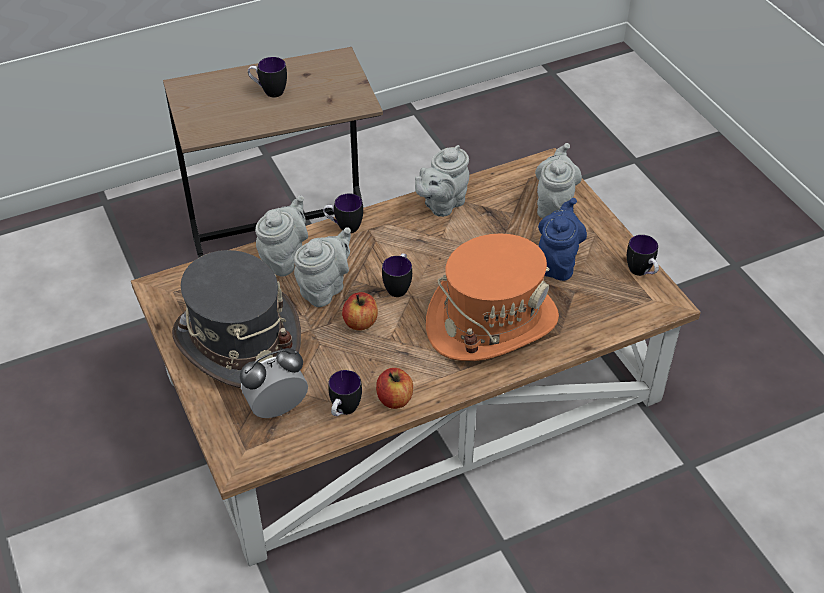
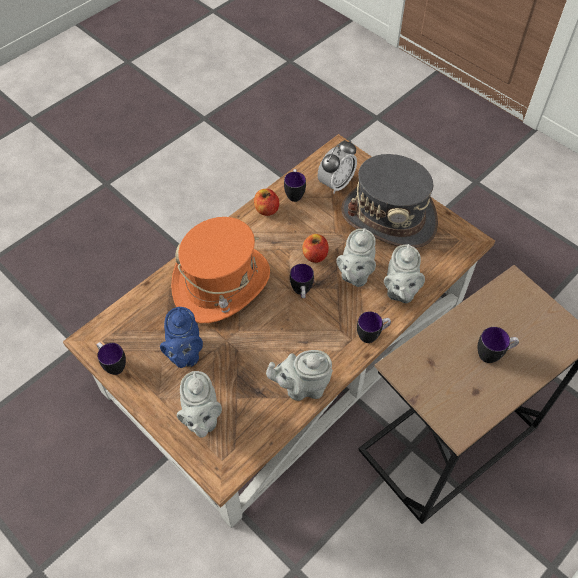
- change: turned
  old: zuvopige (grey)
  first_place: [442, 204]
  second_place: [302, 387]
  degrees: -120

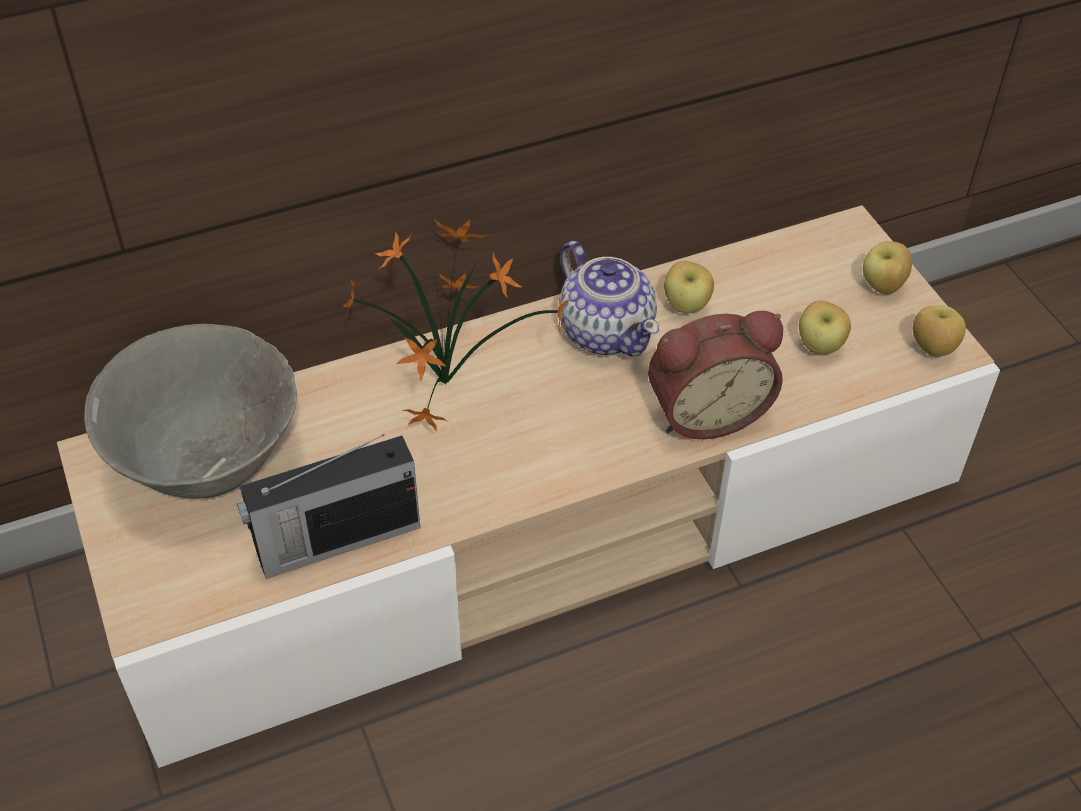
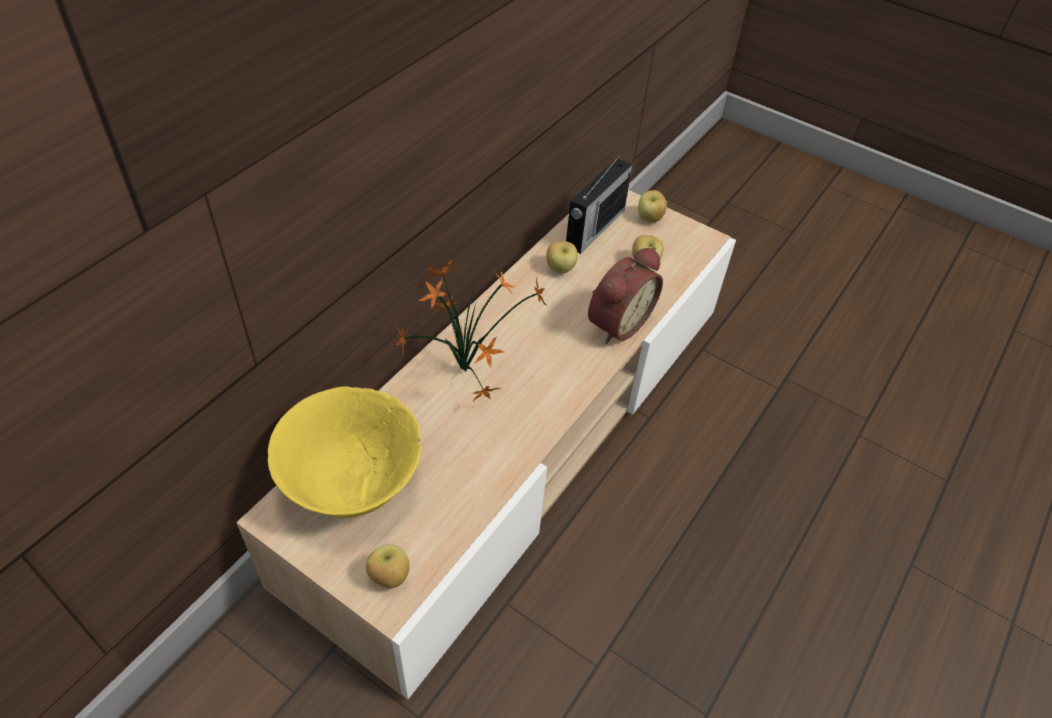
- change: recoloured
  old: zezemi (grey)
  new: zezemi (yellow)
  first_place: [207, 460]
  second_place: [351, 484]
- change: moved
  old: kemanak
  first_place: [335, 540]
  second_place: [594, 228]
- change: removed
  old: zuvopige
  first_place: [606, 331]
- change: moved
  old: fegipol
  first_place: [932, 348]
  second_place: [389, 577]

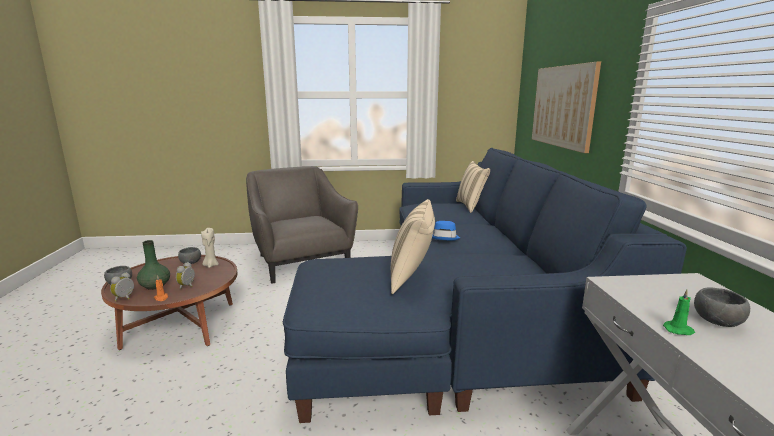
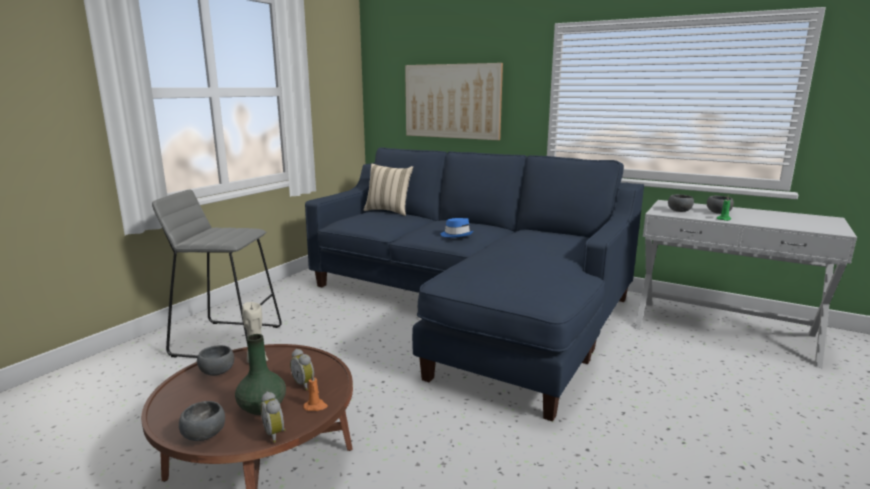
- change: replaced
  old: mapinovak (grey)
  new: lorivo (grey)
  first_place: [301, 261]
  second_place: [227, 340]
- change: removed
  old: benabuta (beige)
  first_place: [412, 278]
- change: added
  new: zezemi (grey)
  second_place: [680, 211]

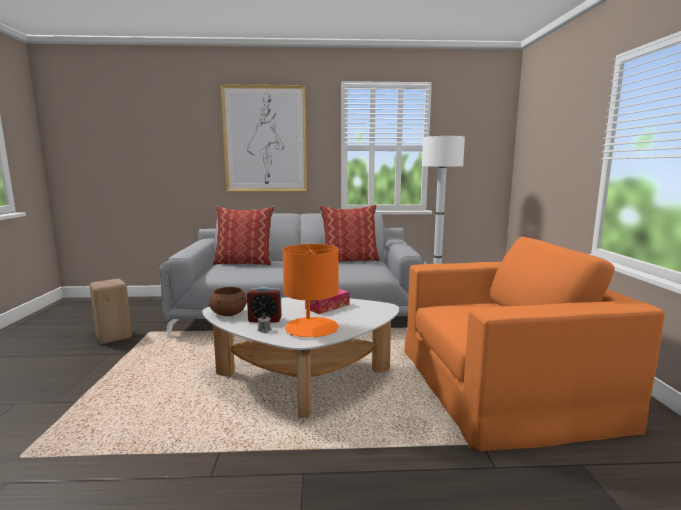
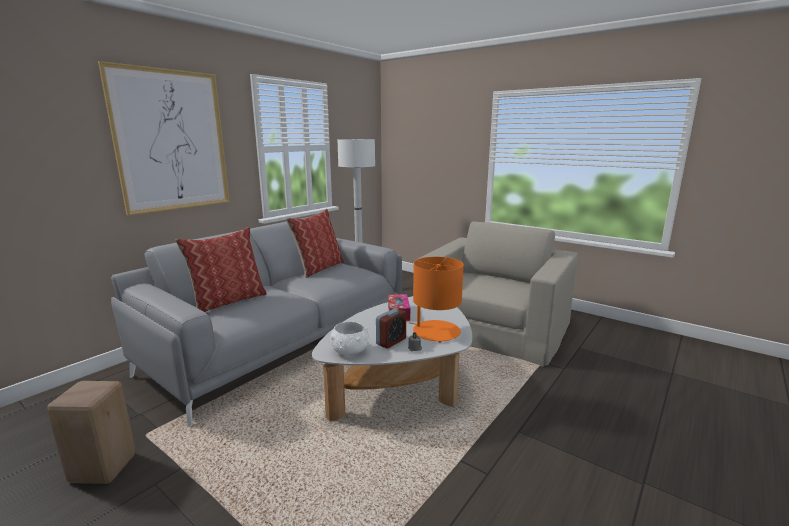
- change: recoloured
  old: zezemi (brown)
  new: zezemi (white)
  first_place: [228, 314]
  second_place: [350, 351]
- change: recoloured
  old: mapinovak (orange)
  new: mapinovak (beige)
  first_place: [504, 385]
  second_place: [494, 326]

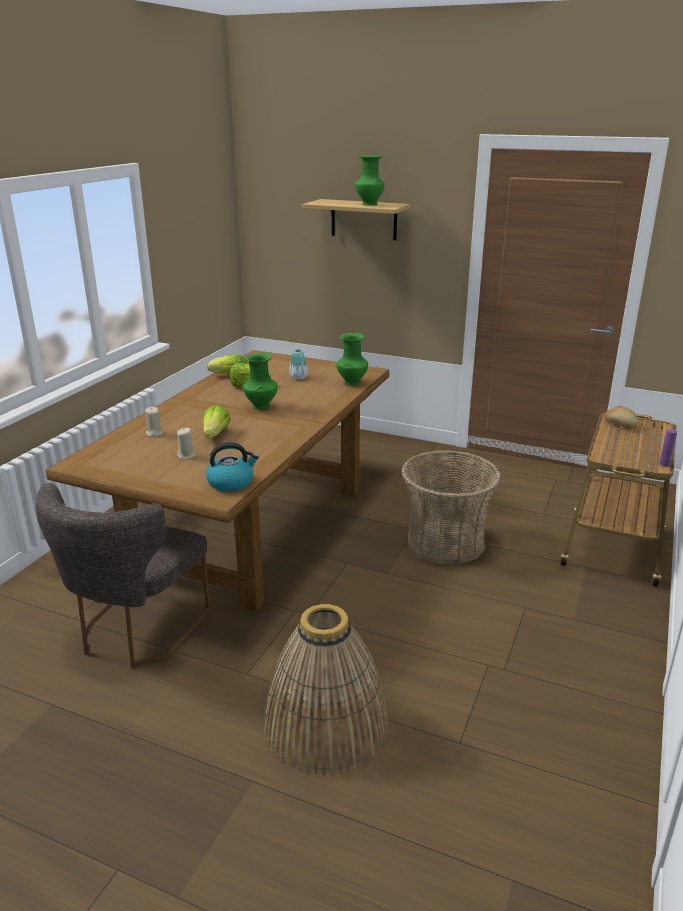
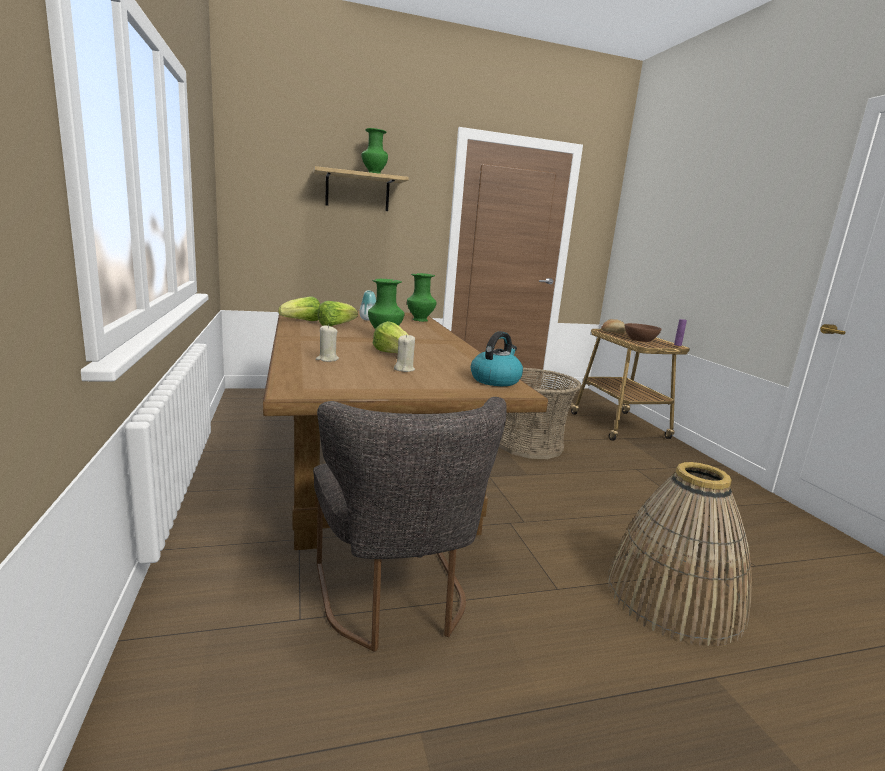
- change: added
  new: zezemi (brown)
  second_place: [640, 340]

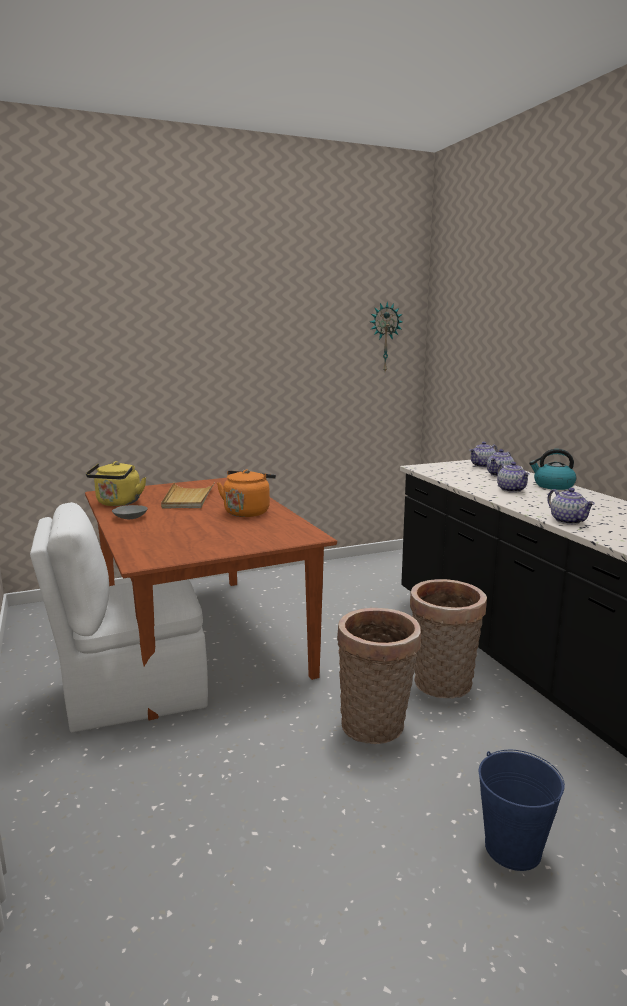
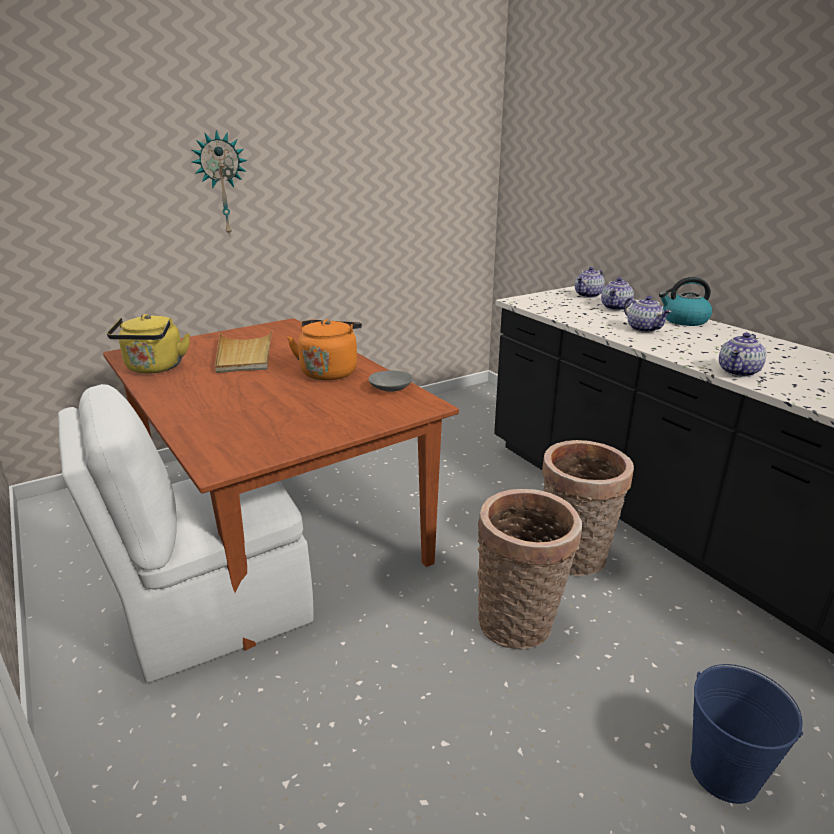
- change: moved
  old: zezemi (grey)
  first_place: [130, 517]
  second_place: [390, 388]
- change: moved
  old: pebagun
  first_place: [384, 337]
  second_place: [221, 184]
- change: turned
  old: zuvopige
  first_place: [569, 521]
  second_place: [739, 372]
  degrees: 75

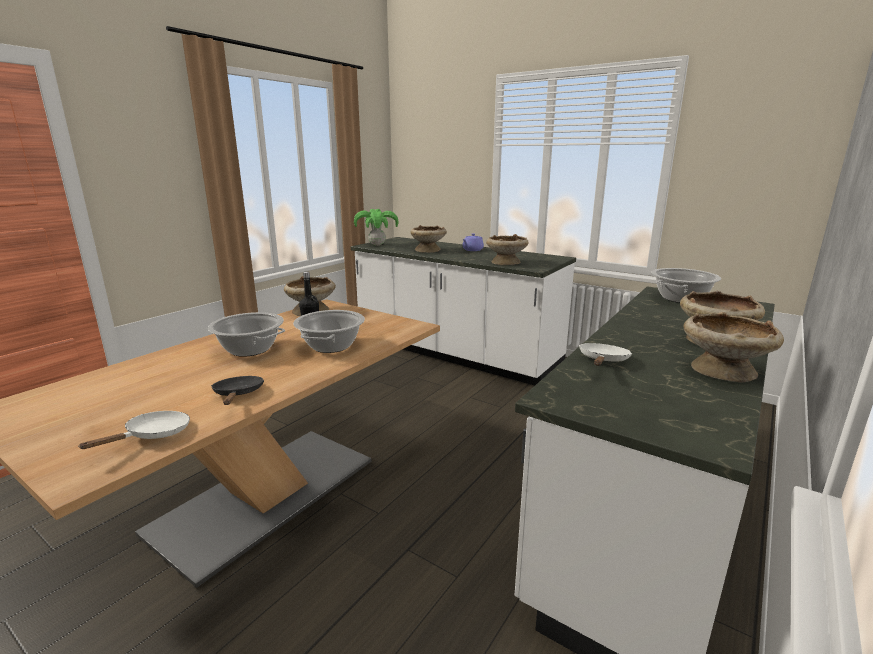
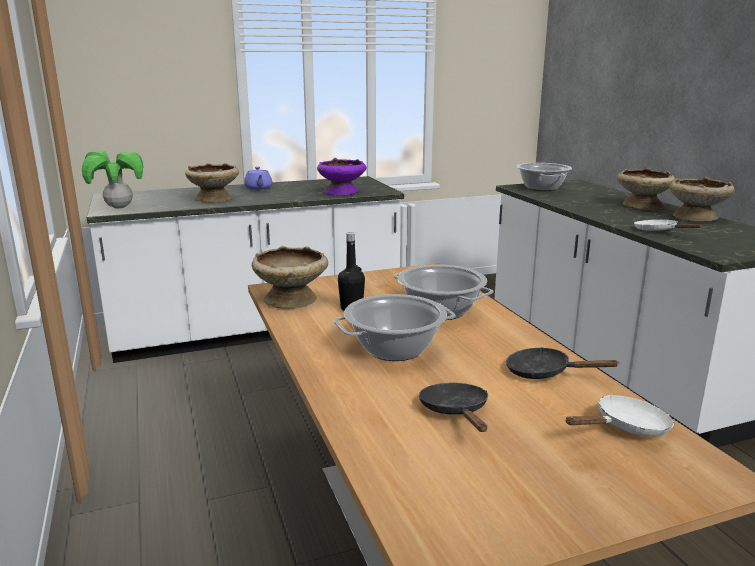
- change: turned
  old: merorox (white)
  first_place: [153, 435]
  second_place: [626, 427]
  degrees: 90
- change: recoloured
  old: zezemi (beige)
  new: zezemi (purple)
  first_place: [506, 262]
  second_place: [342, 192]
- change: added
  new: merorox (black)
  second_place: [456, 411]

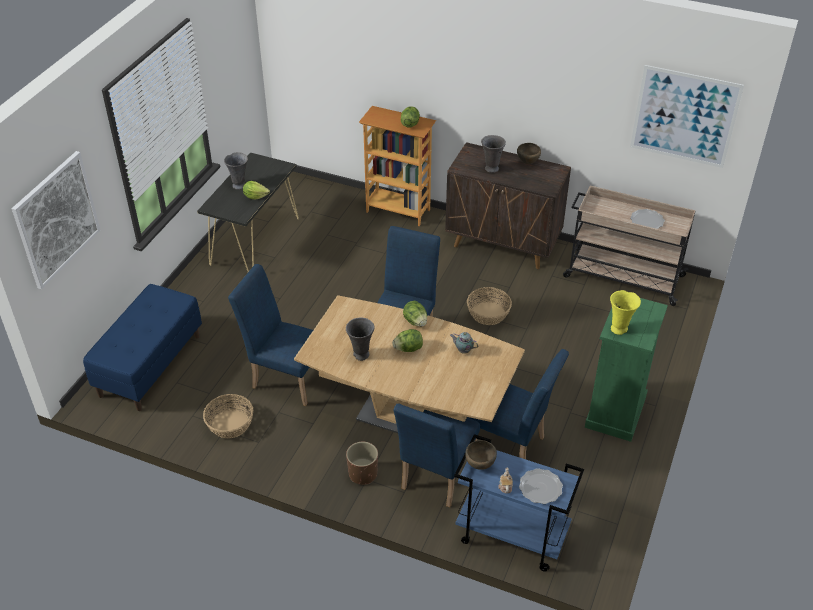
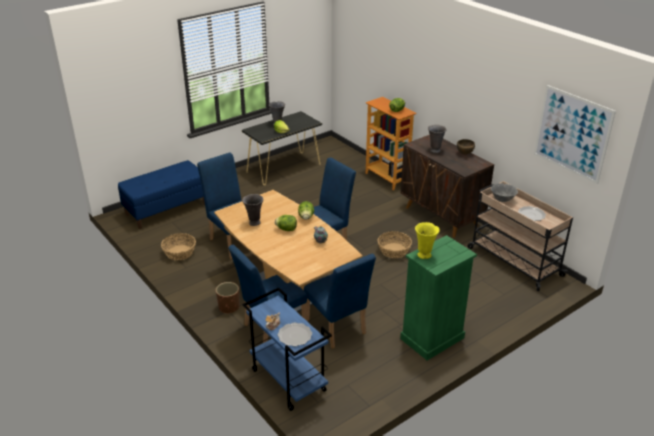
- change: removed
  old: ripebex
  first_place: [56, 219]
- change: removed
  old: zezemi (brown)
  first_place: [480, 465]
- change: added
  new: zezemi (grey)
  second_place: [502, 200]

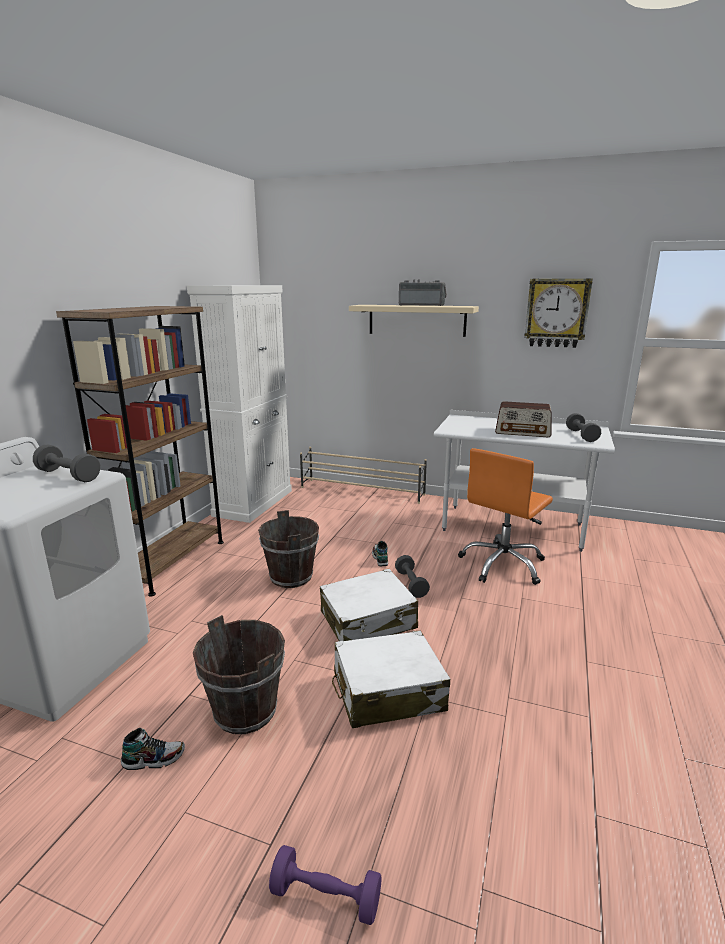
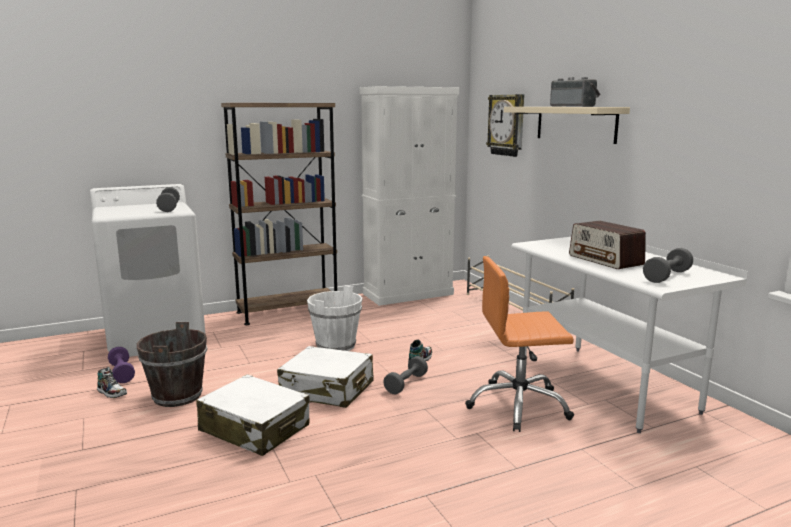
- change: recoloured
  old: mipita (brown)
  new: mipita (white)
  first_place: [291, 577]
  second_place: [336, 346]
- change: moved
  old: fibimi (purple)
  first_place: [326, 897]
  second_place: [122, 373]
- change: moved
  old: pebagun
  first_place: [556, 313]
  second_place: [507, 125]

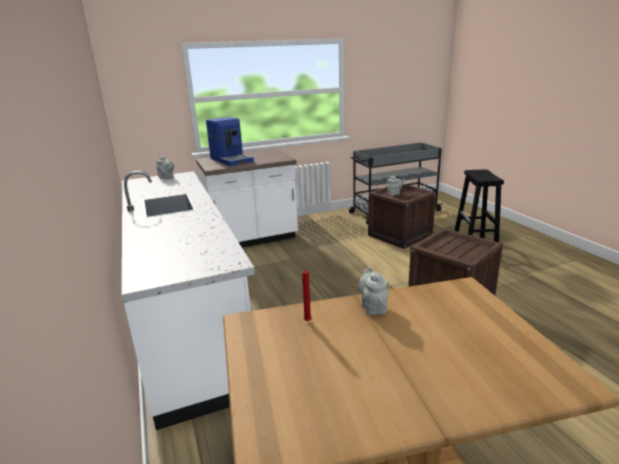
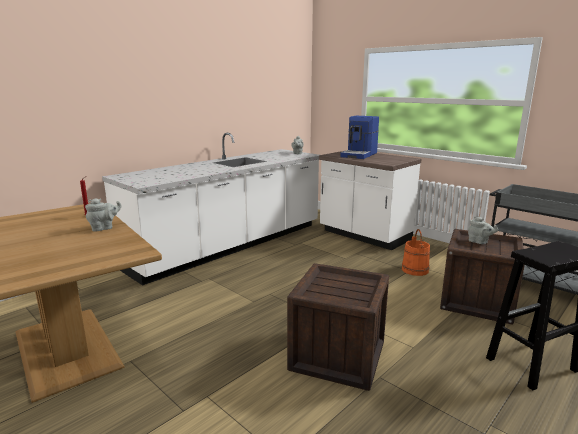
- change: added
  new: mipita (orange)
  second_place: [415, 270]

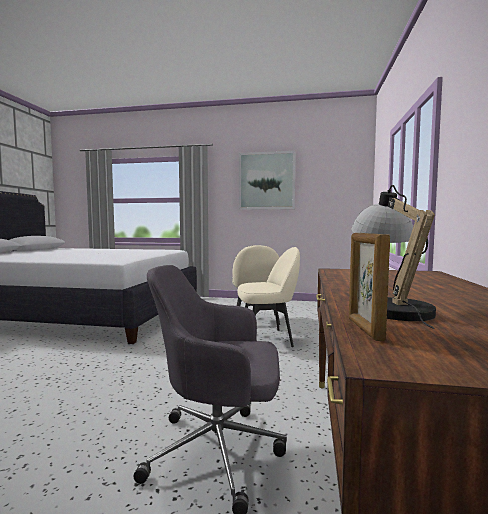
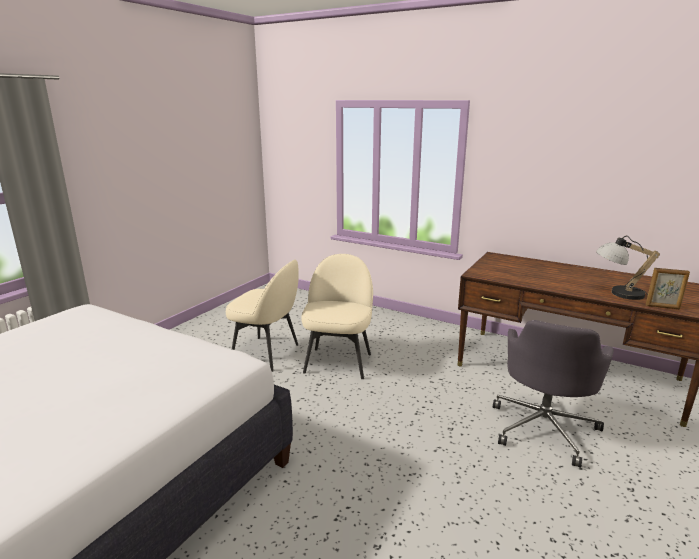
- change: removed
  old: ripebex
  first_place: [266, 181]

